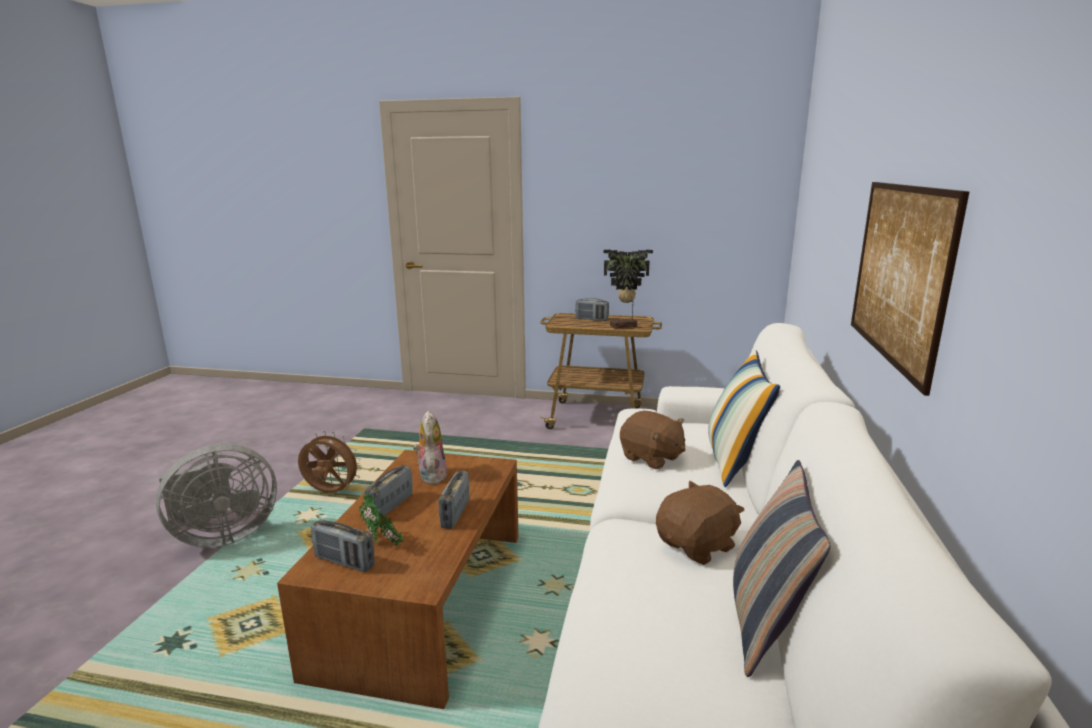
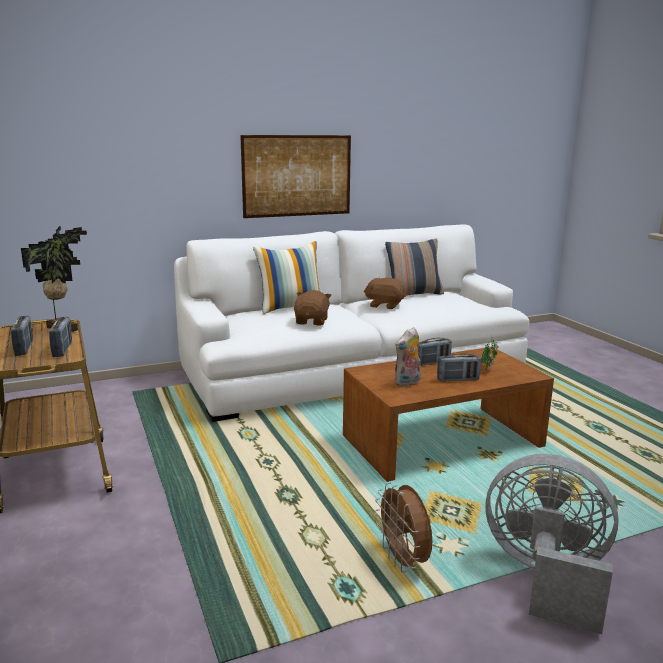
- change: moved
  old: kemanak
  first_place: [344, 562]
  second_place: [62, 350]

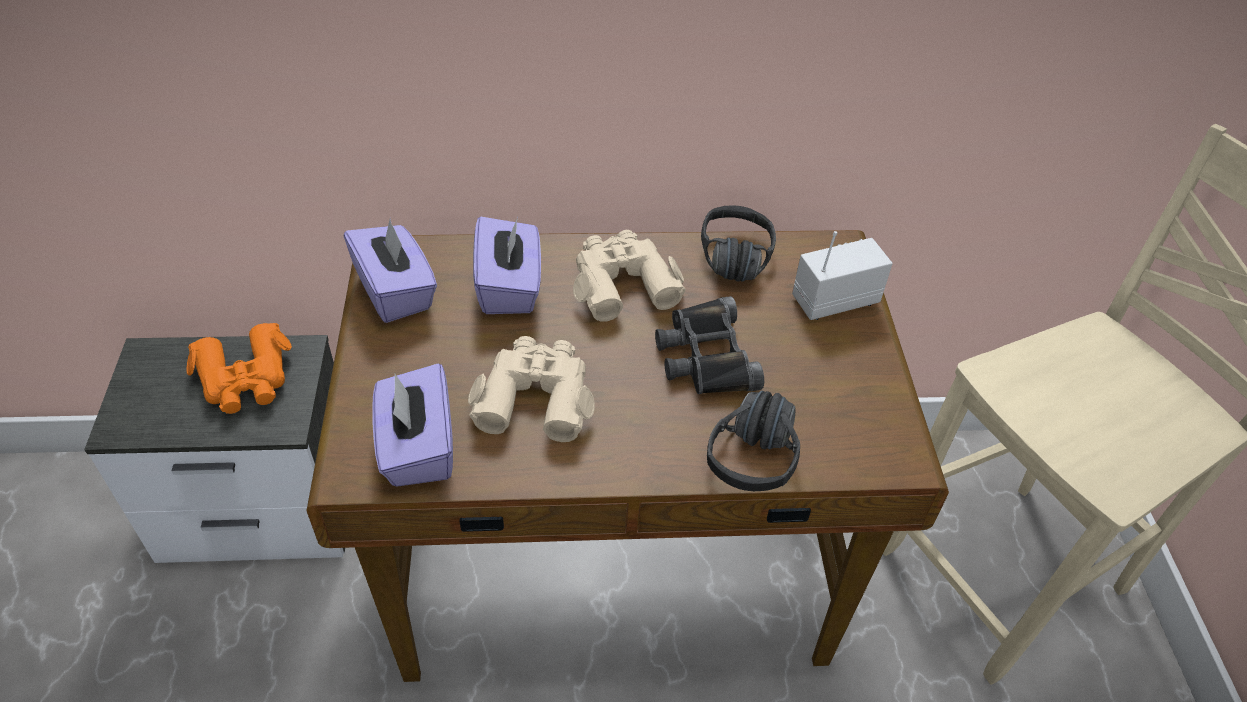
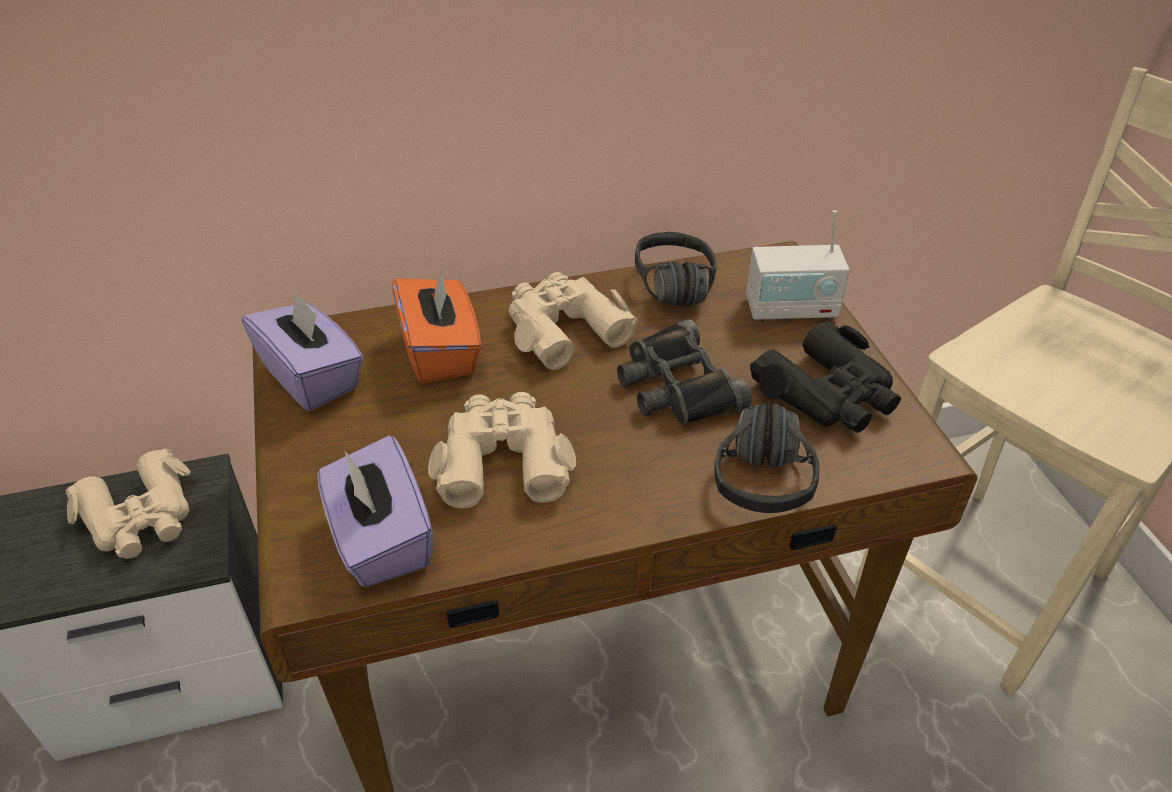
- change: recoloured
  old: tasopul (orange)
  new: tasopul (beige)
  first_place: [245, 379]
  second_place: [140, 517]
- change: recoloured
  old: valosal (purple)
  new: valosal (orange)
  first_place: [509, 287]
  second_place: [441, 352]
- change: turned
  old: kemanak
  first_place: [834, 300]
  second_place: [791, 309]
  degrees: -150
- change: added
  new: tasopul (black)
  second_place: [828, 394]

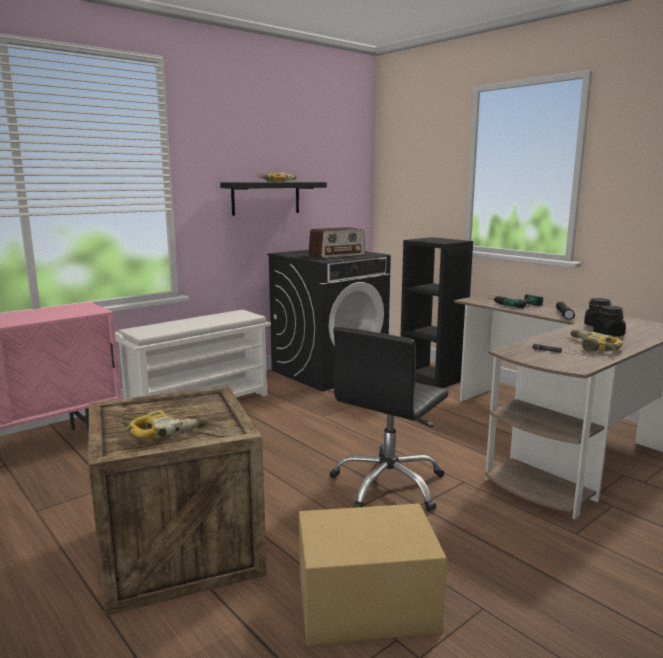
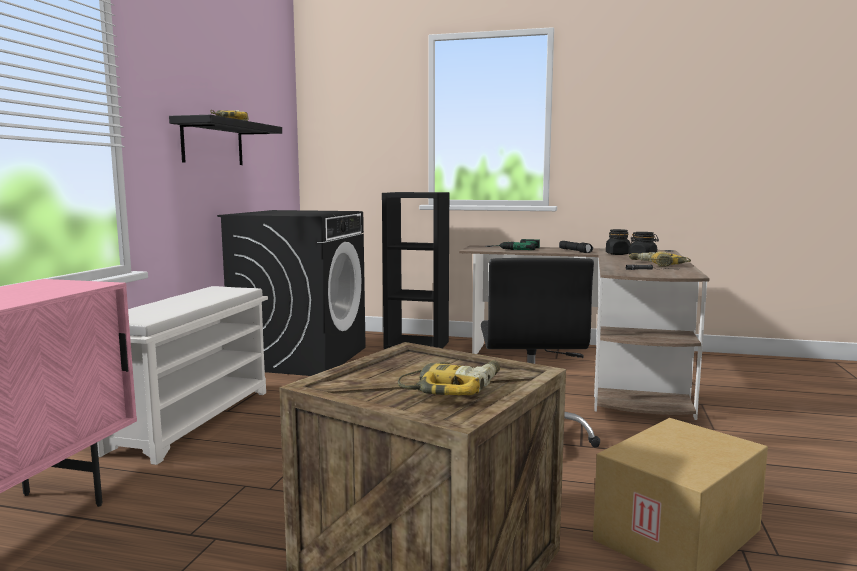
- change: removed
  old: kemanak
  first_place: [337, 255]

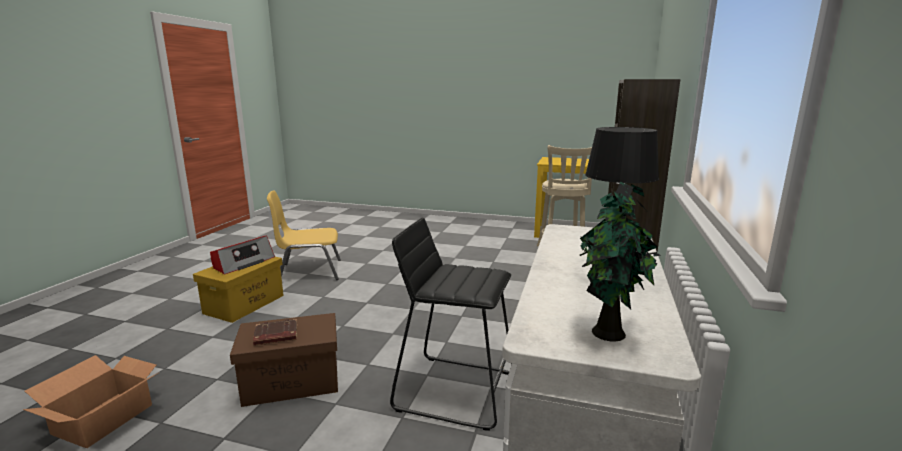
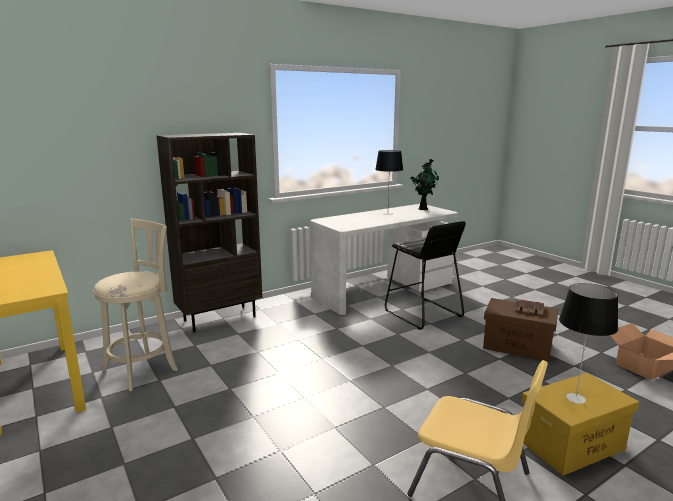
- change: replaced
  old: kemanak
  new: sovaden
  first_place: [243, 263]
  second_place: [575, 398]

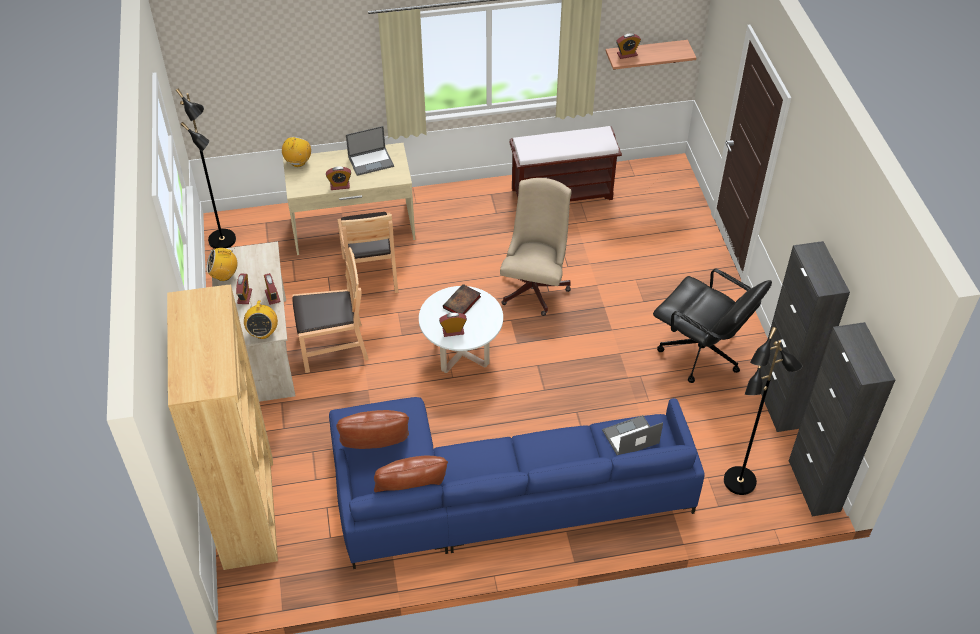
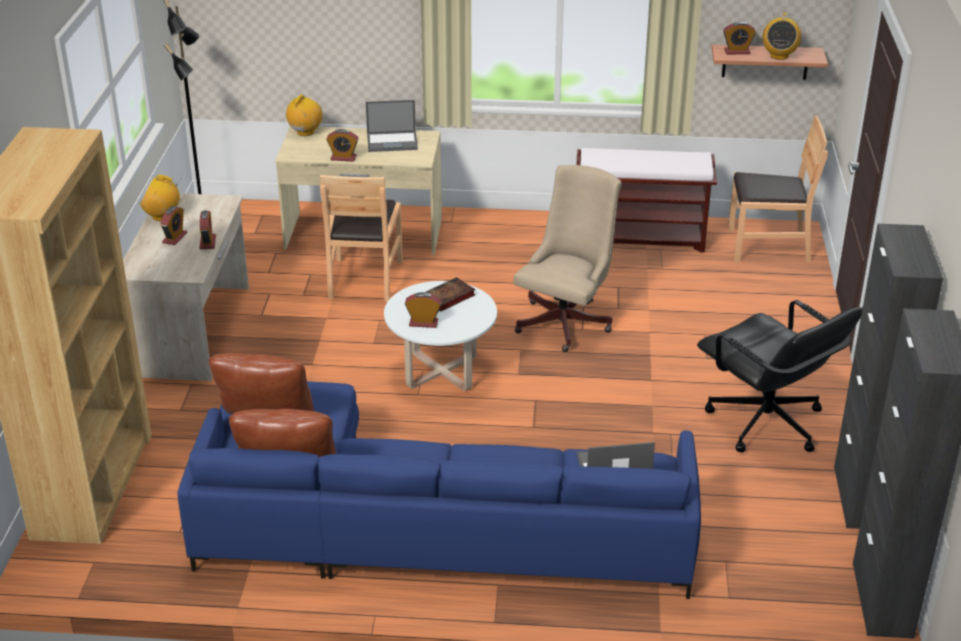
- change: moved
  old: kemanak
  first_place: [263, 332]
  second_place: [779, 56]
- change: moved
  old: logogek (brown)
  first_place: [333, 346]
  second_place: [767, 246]
- change: removed
  old: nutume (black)
  first_place: [740, 482]

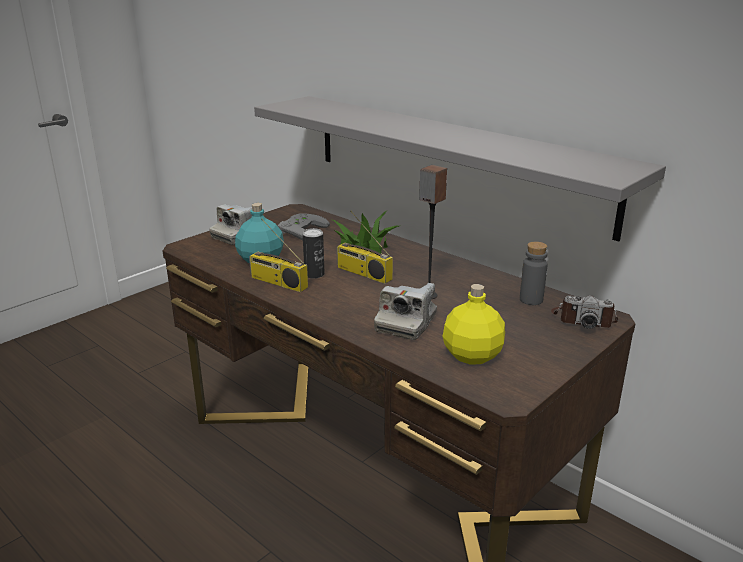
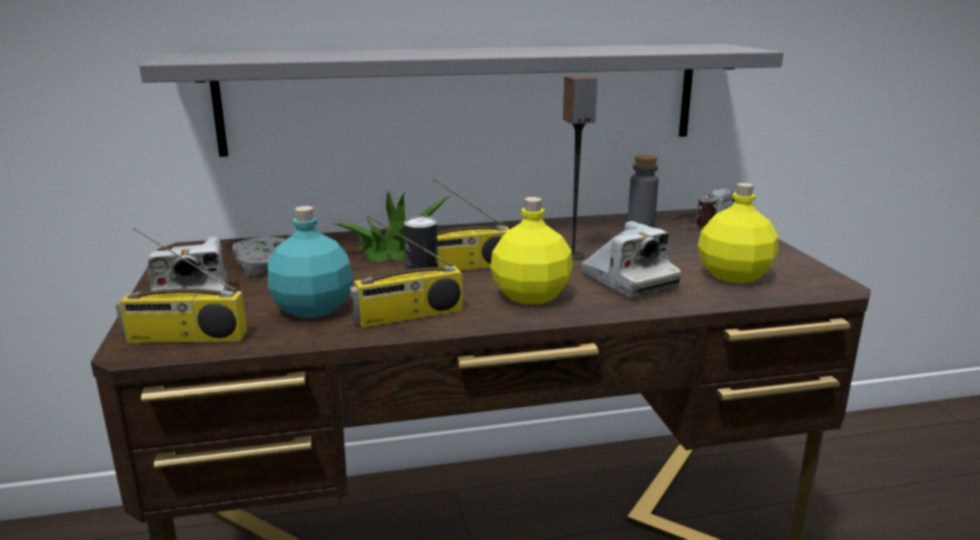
- change: added
  new: kemanak
  second_place: [184, 338]
- change: added
  new: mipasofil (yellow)
  second_place: [529, 295]

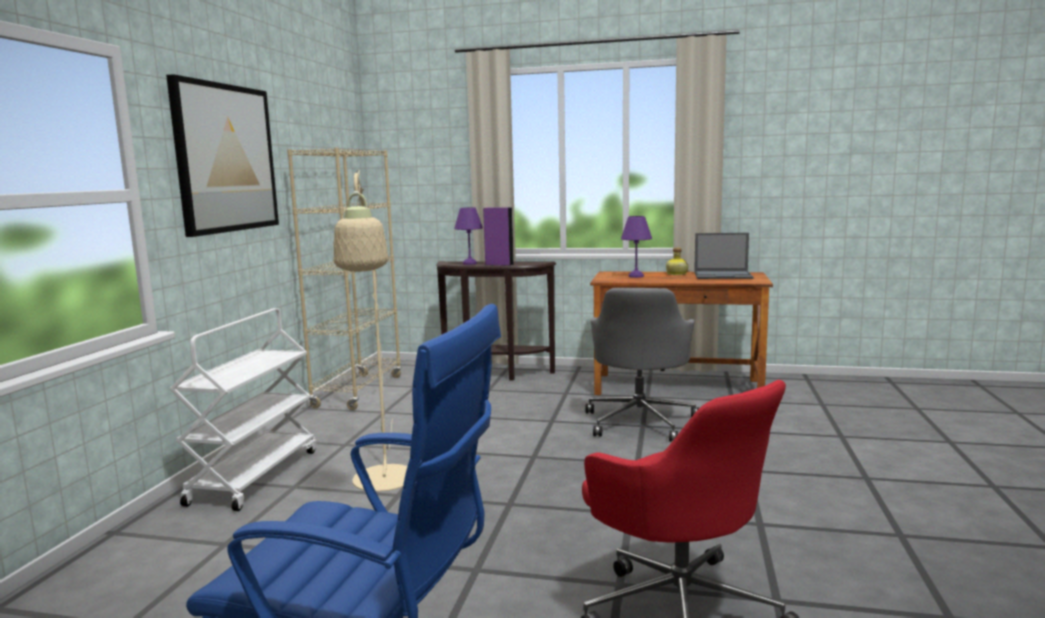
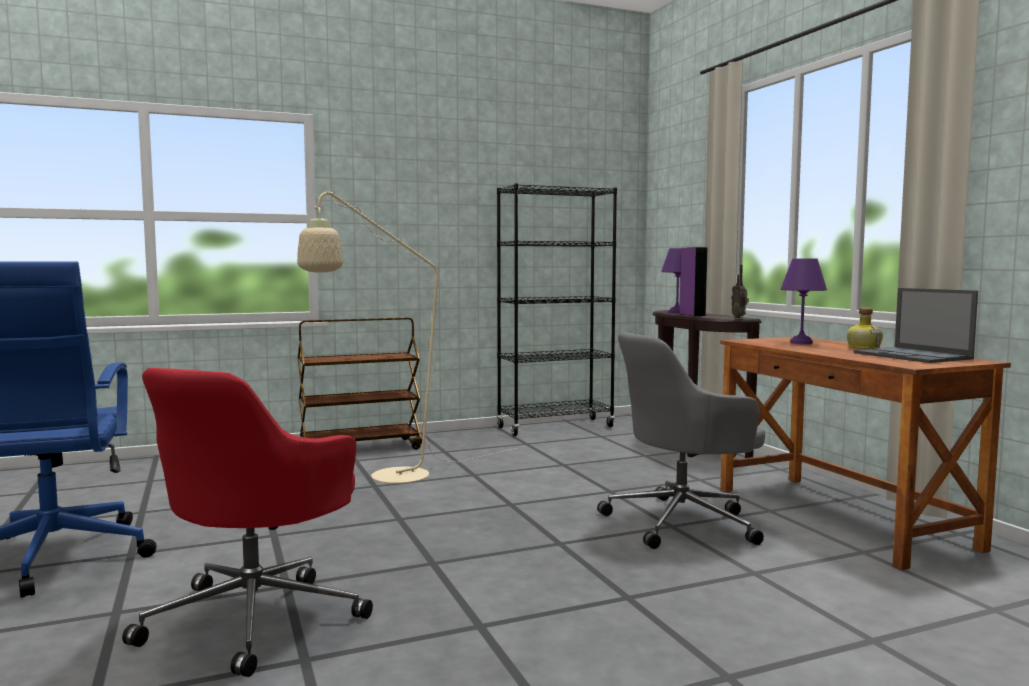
- change: removed
  old: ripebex
  first_place: [225, 158]
- change: recoloured
  old: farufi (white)
  new: farufi (brown)
  first_place: [254, 476]
  second_place: [360, 448]
- change: recoloured
  old: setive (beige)
  new: setive (black)
  first_place: [358, 391]
  second_place: [555, 427]
- change: added
  new: kemanak
  second_place: [739, 317]

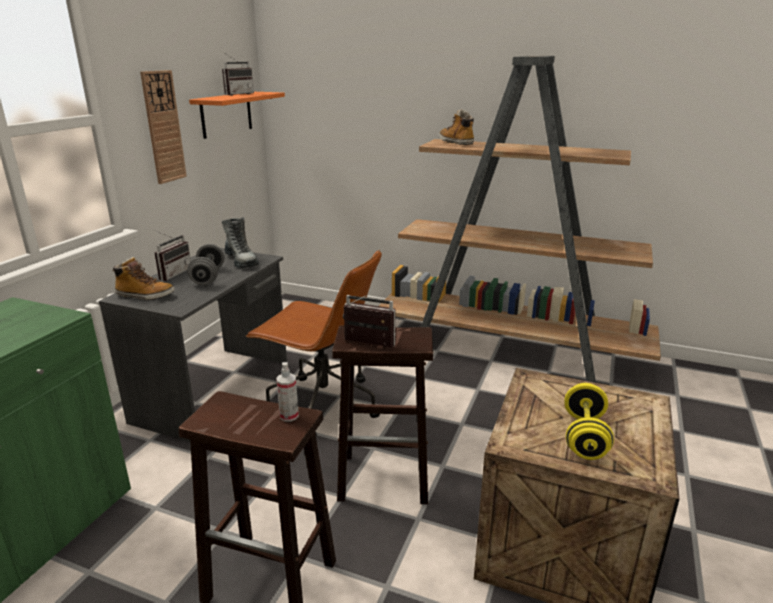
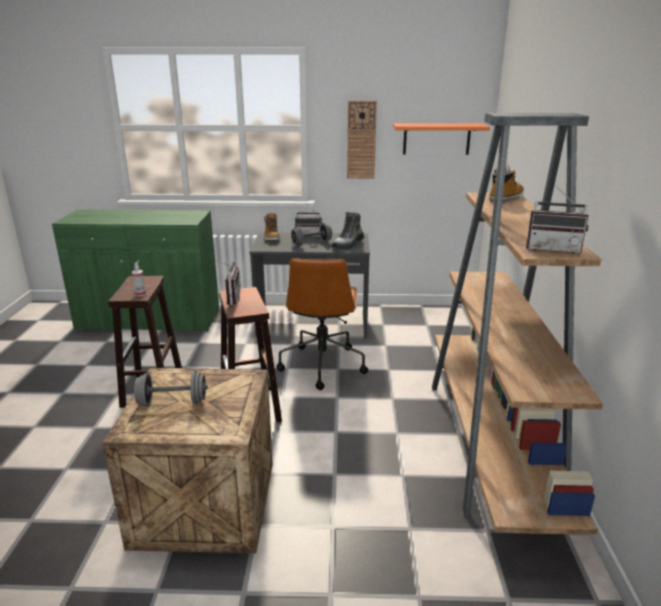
- change: moved
  old: kemanak
  first_place: [237, 94]
  second_place: [553, 249]
- change: recoloured
  old: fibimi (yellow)
  new: fibimi (grey)
  first_place: [584, 436]
  second_place: [172, 402]

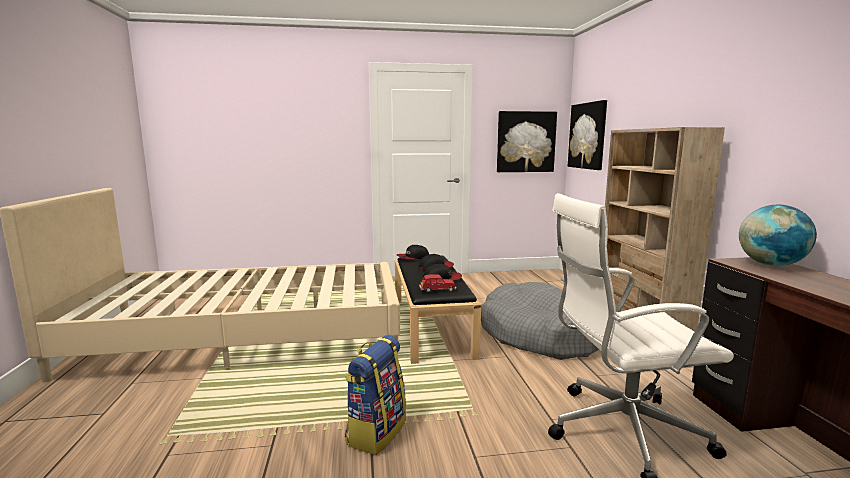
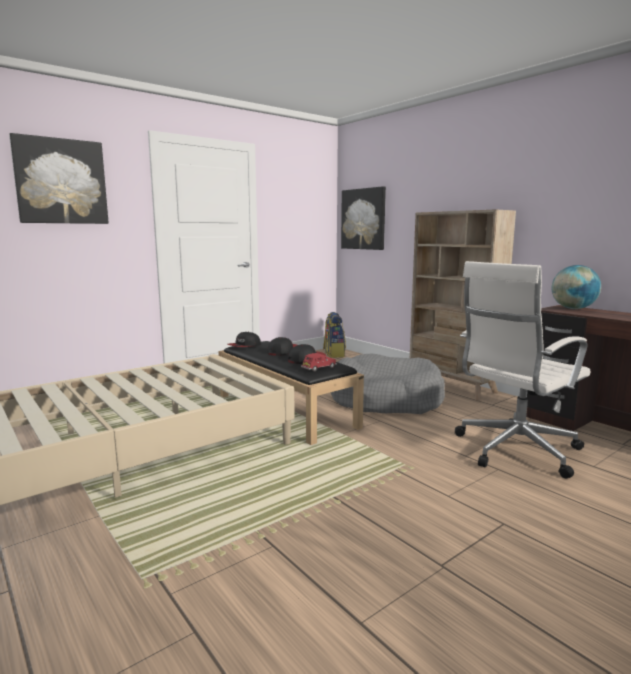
- change: moved
  old: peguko
  first_place: [376, 431]
  second_place: [334, 354]
- change: moved
  old: ripebex
  first_place: [525, 142]
  second_place: [61, 181]

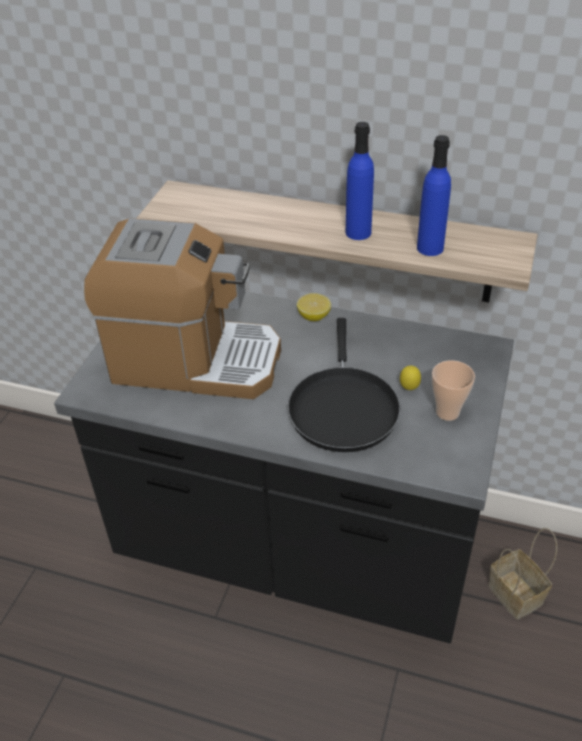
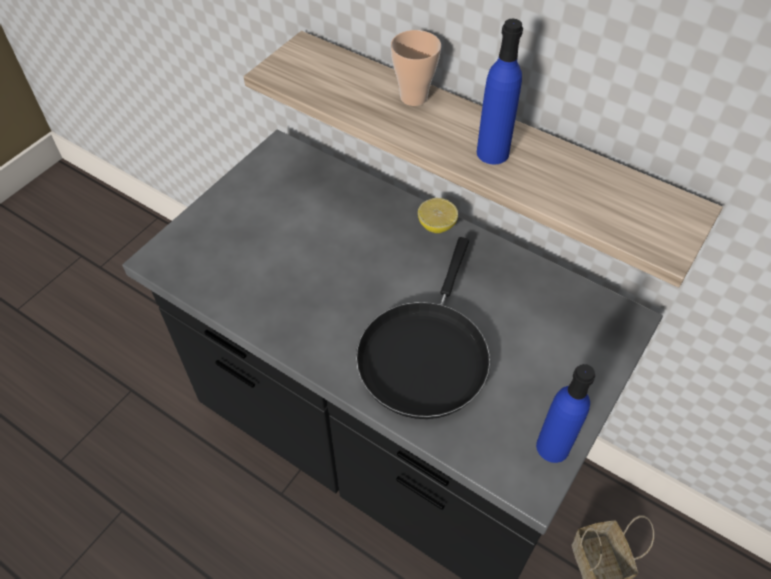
- change: removed
  old: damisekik
  first_place: [194, 360]
- change: removed
  old: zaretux
  first_place: [409, 389]
- change: moved
  old: mipasofil (blue)
  first_place: [430, 248]
  second_place: [552, 447]
- change: moved
  old: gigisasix
  first_place: [447, 412]
  second_place: [413, 97]

